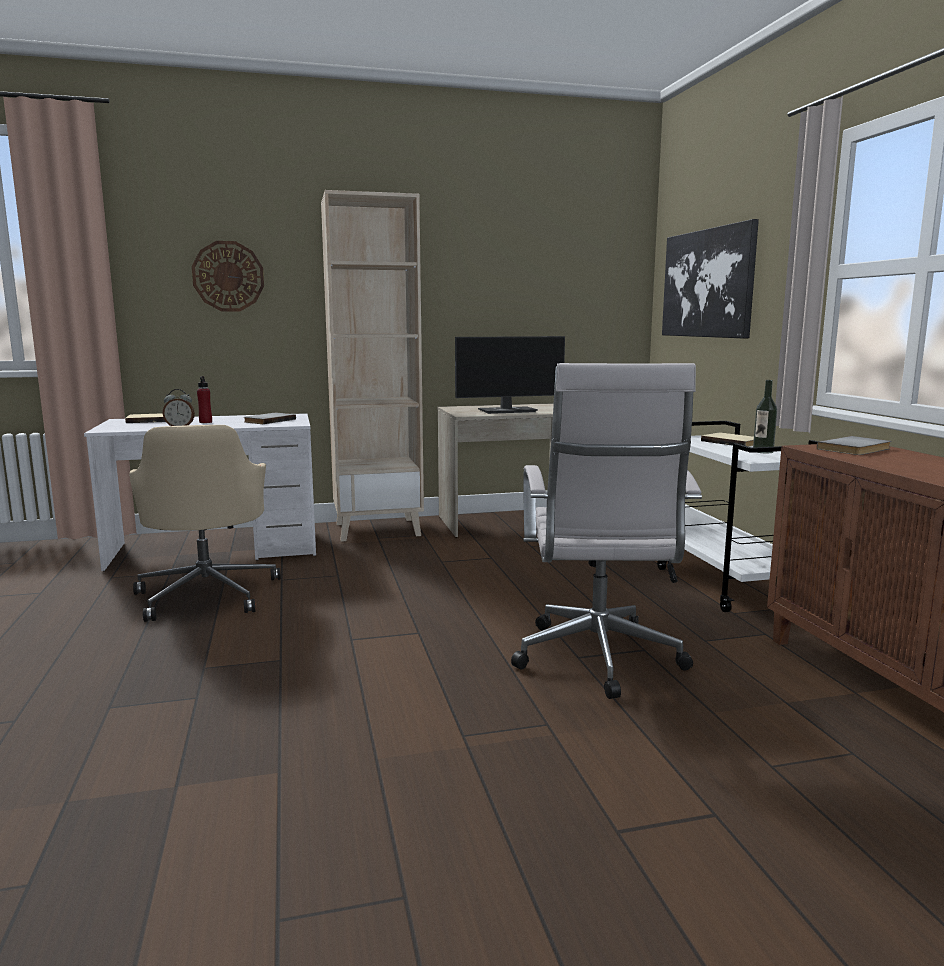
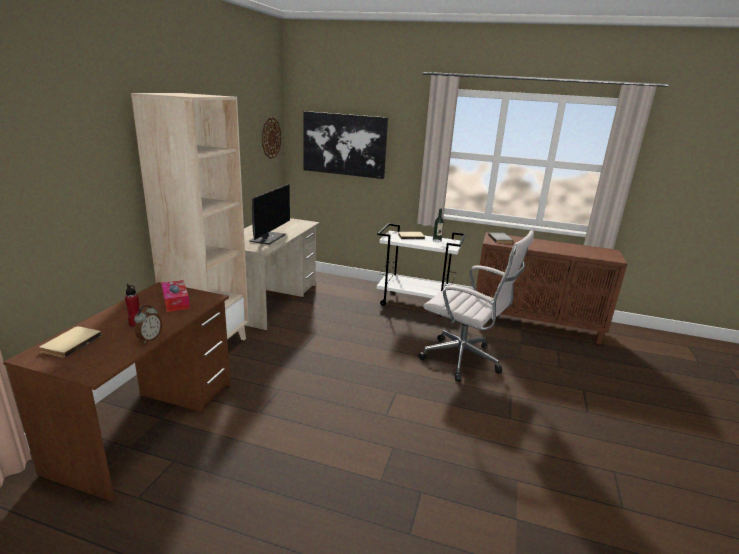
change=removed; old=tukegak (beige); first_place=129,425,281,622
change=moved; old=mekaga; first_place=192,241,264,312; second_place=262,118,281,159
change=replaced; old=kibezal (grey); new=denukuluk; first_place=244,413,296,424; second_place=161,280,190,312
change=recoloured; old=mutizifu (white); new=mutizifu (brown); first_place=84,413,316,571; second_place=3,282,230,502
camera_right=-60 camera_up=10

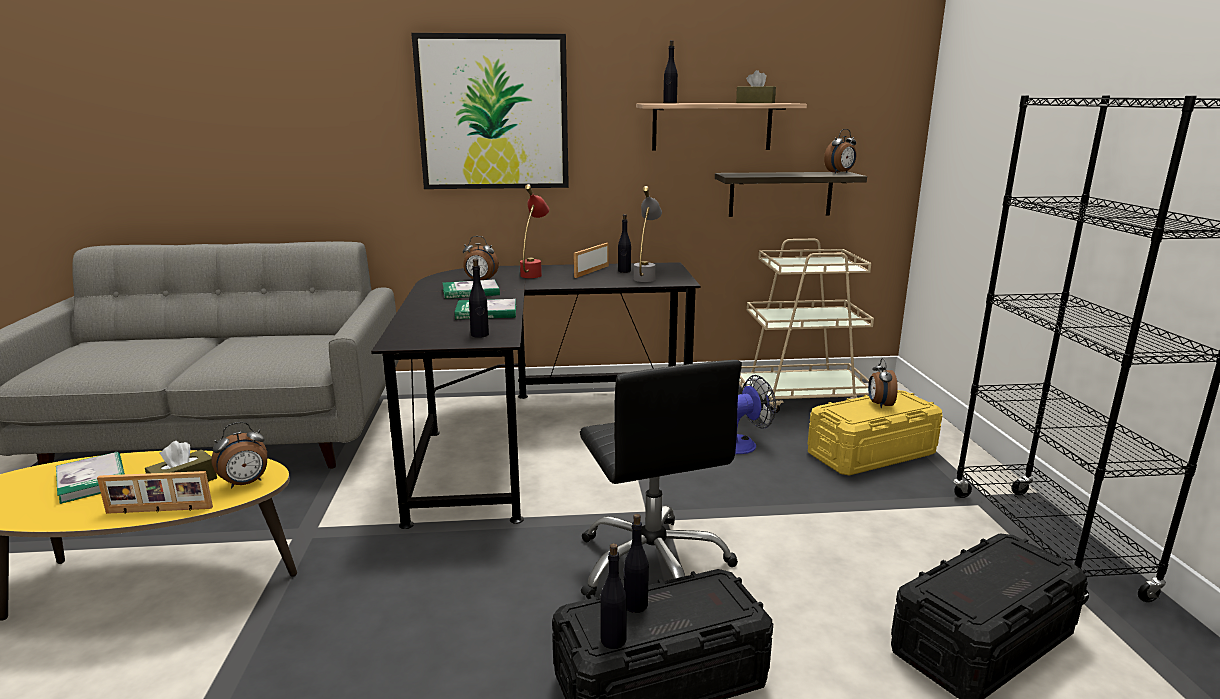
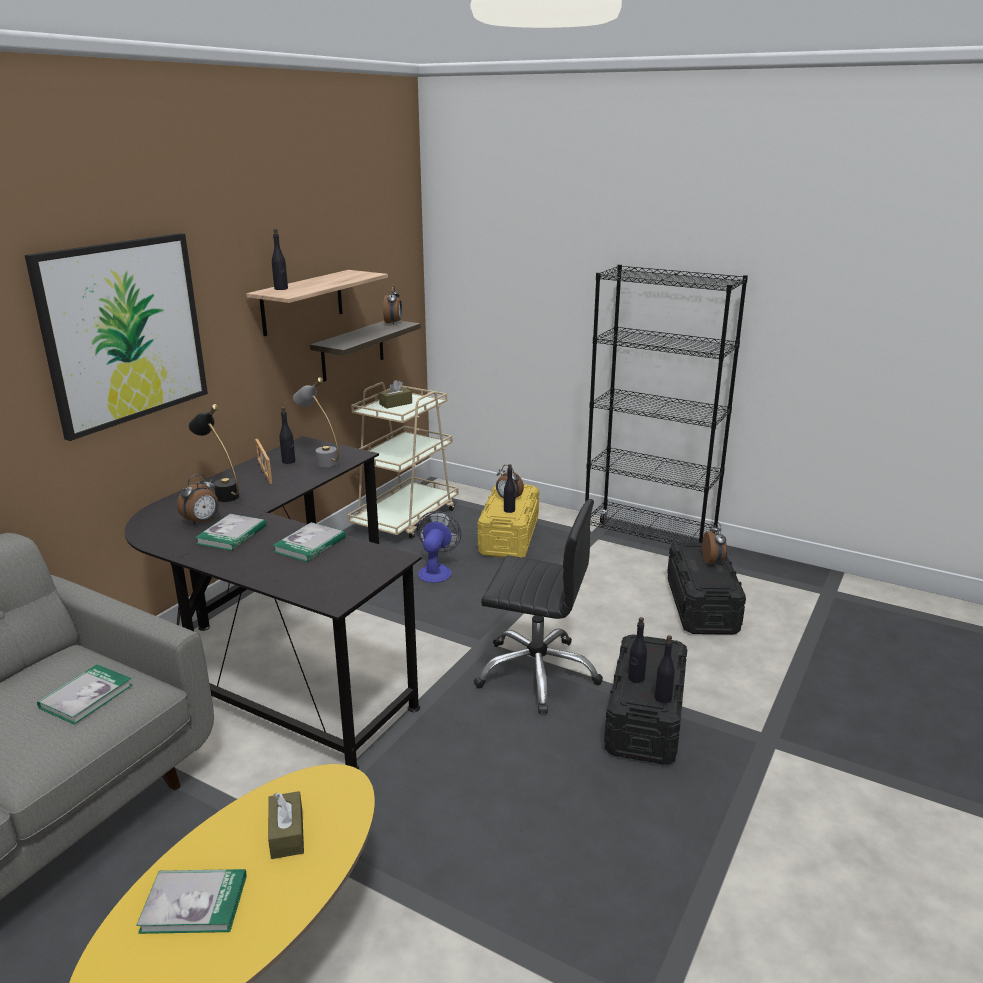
change=removed; old=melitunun; first_place=97,471,213,514
change=added; new=kibezal; second_place=37,664,133,725
change=moved; old=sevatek; first_place=211,422,267,489; second_place=702,522,727,566
change=moved; old=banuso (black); first_place=469,259,489,338; second_place=504,464,516,513
change=moved; old=denukuluk (brown); first_place=736,70,776,103; second_place=379,380,412,408
change=recoloured; old=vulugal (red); new=vulugal (black); first_place=520,184,549,278; second_place=188,404,239,502
camera_right=-55 camera_up=5

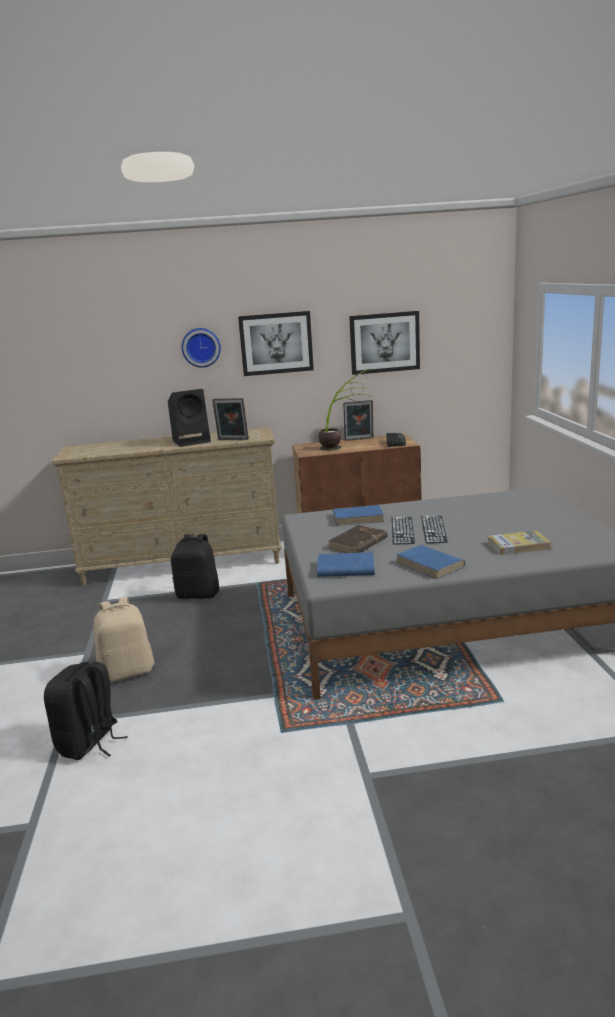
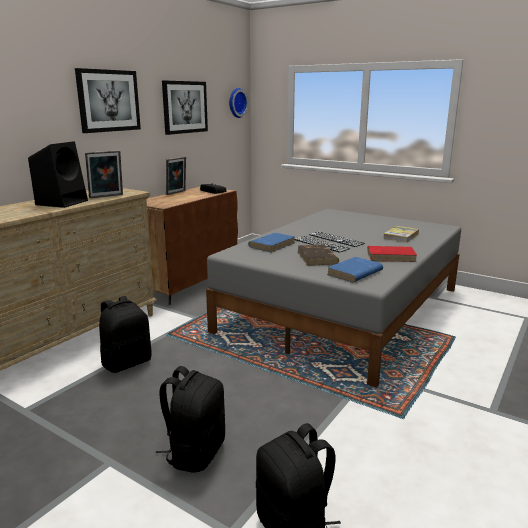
change=removed; old=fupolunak; first_place=319,368,373,451
change=moved; old=mekaga; first_place=182,328,221,368; second_place=229,88,248,118
change=recoloured; old=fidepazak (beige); new=fidepazak (black); first_place=94,597,154,683; second_place=156,366,225,473
change=recoloured; old=kibezal (blue); new=kibezal (red); first_place=396,545,465,579; second_place=367,246,417,262
camera_right=-50 camera_up=0

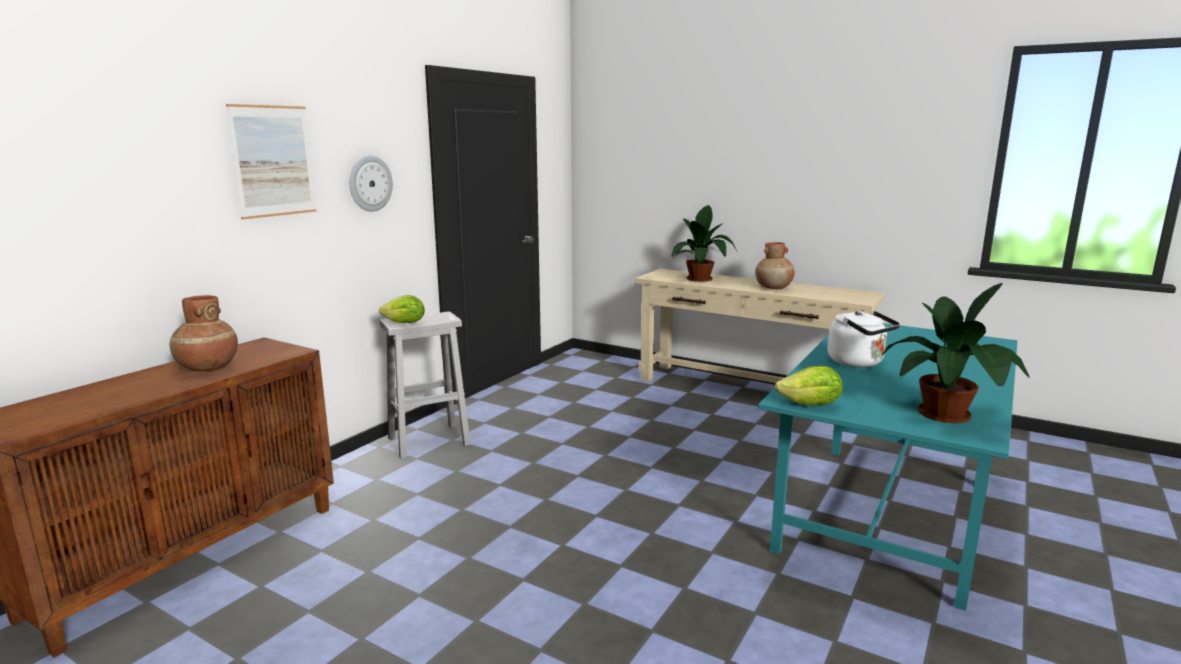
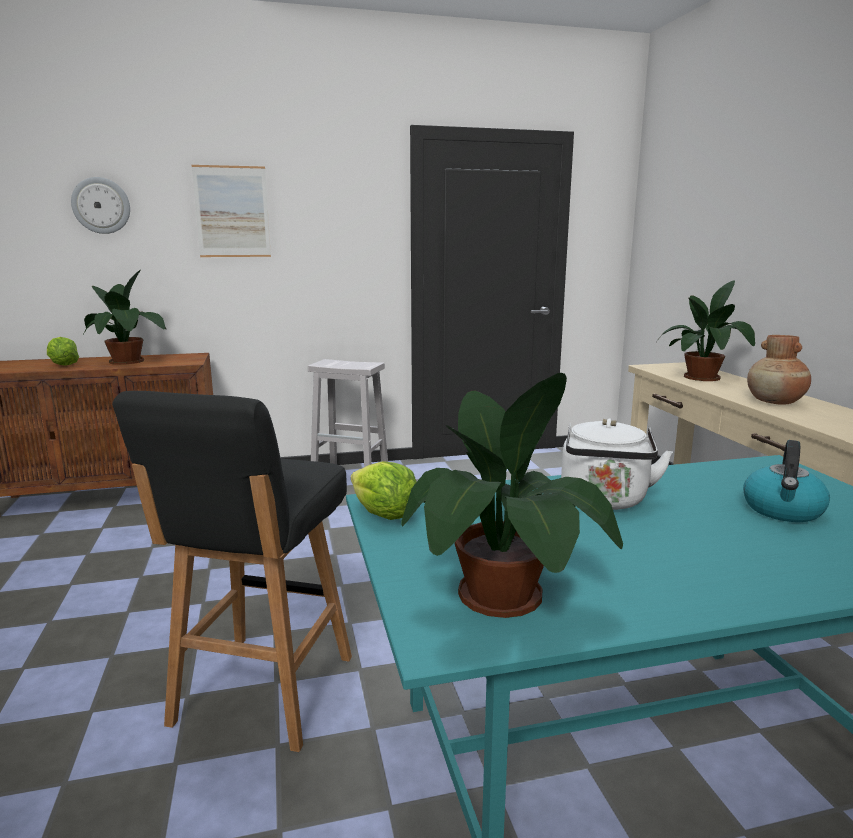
change=added; new=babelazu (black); second_place=112,391,352,752
change=added; new=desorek; second_place=743,440,830,522
change=moved; old=mekaga; first_place=350,156,393,212; second_place=71,177,130,234
change=moved; old=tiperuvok; first_place=379,295,425,323; second_place=47,337,79,366
change=replaced; old=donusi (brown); new=fupolunak; first_place=170,295,238,371; second_place=83,270,166,365
camera_right=45 camera_up=0

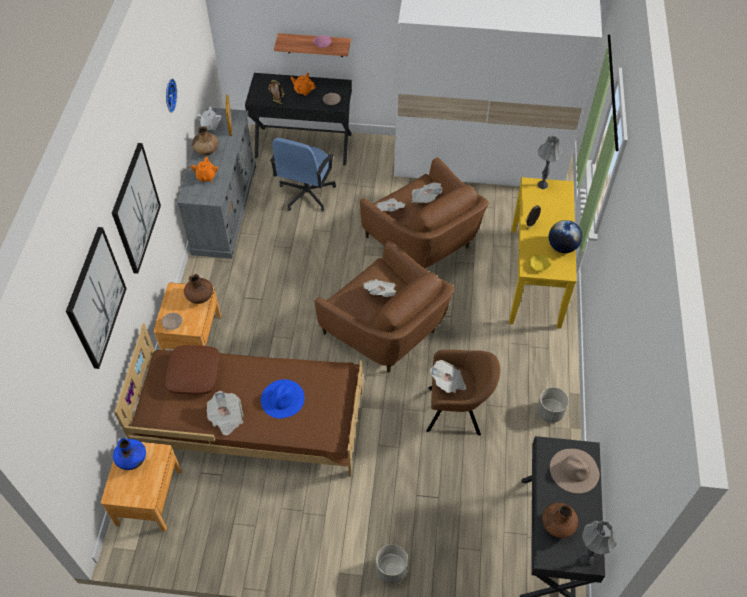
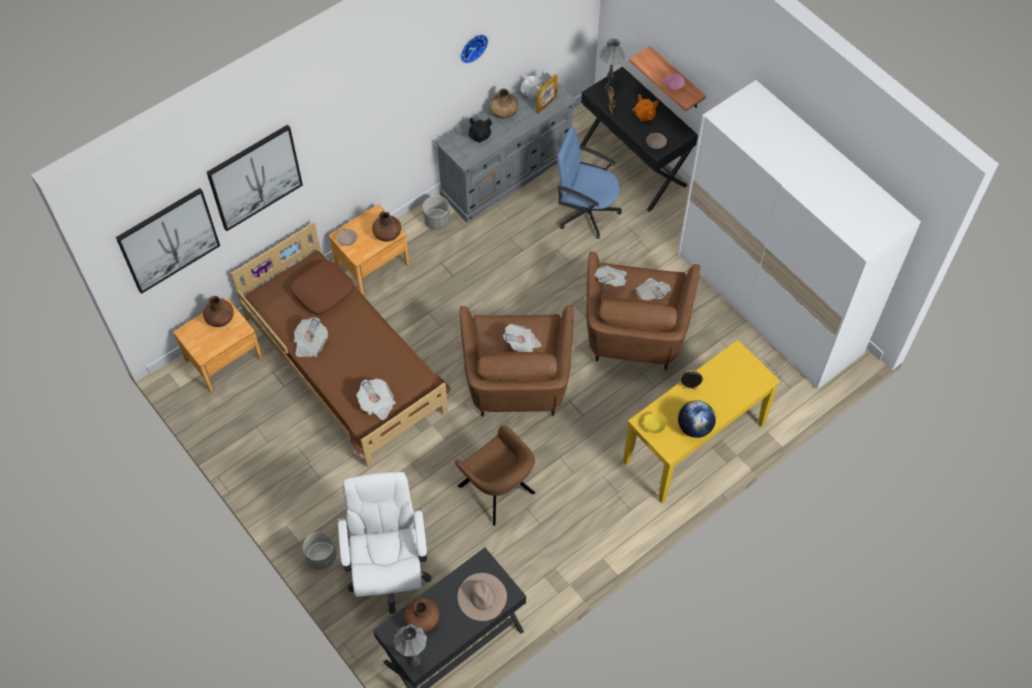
change=removed; old=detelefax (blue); first_place=261,379,304,419
change=added; new=tukegak (white); second_place=338,472,432,614
change=moved; old=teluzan; first_place=112,143,161,274; second_place=116,188,220,294
change=moved; old=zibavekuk; first_place=430,360,466,393; second_place=357,379,396,420
change=moved; old=vulugal (grey); first_place=537,136,563,189; second_place=600,38,626,91
change=moved; old=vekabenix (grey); first_place=537,387,569,423; second_place=423,196,450,230
change=recoloured; old=donusi (blue); new=donusi (brown); first_place=113,438,146,470; second_place=203,296,234,327
change=recoloured; old=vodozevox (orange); new=vodozevox (black); first_place=191,157,218,182; second_place=467,118,492,143
change=turned; old=tukegak (blue); first_place=270,138,336,211; second_place=557,127,622,239; degrees=45
camera_right=45 camera_up=5

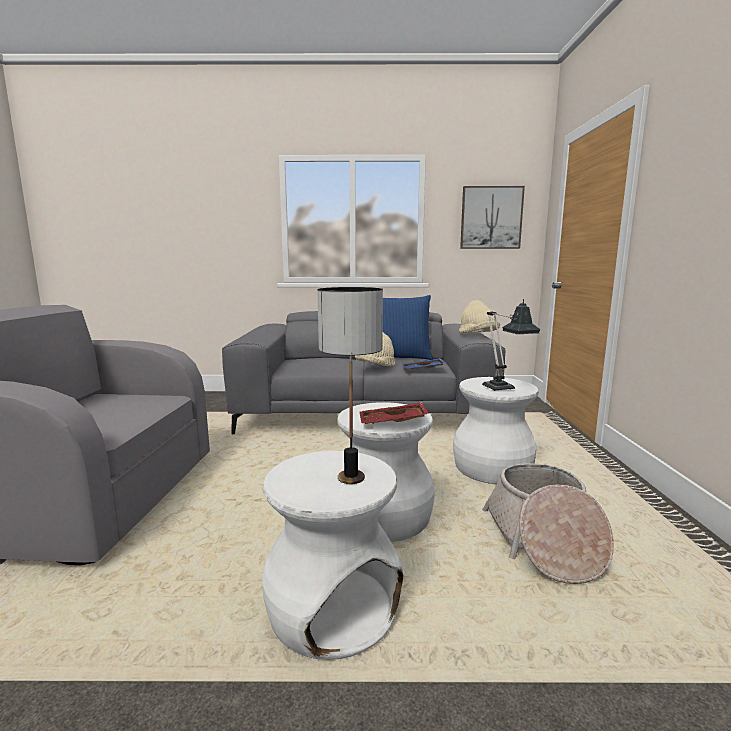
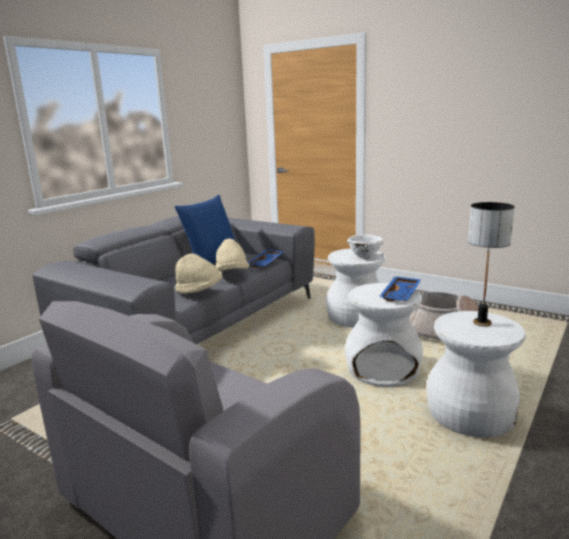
change=removed; old=teluzan; first_place=460,186,525,249
change=moved; old=detelefax (beige); first_place=459,300,500,334; second_place=175,253,223,294
change=replaced; old=vulugal; new=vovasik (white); first_place=482,299,541,391; second_place=347,235,383,259
change=recoloured; old=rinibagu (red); new=rinibagu (blue); first_place=360,402,429,424; second_place=379,276,421,301
camera_right=-55 camera_up=5

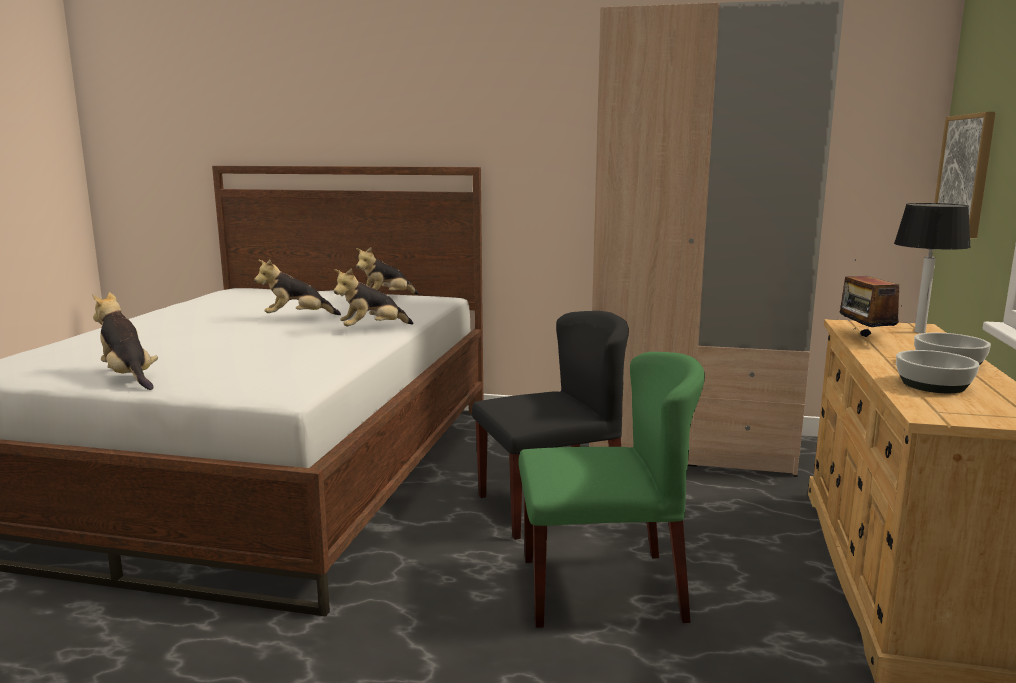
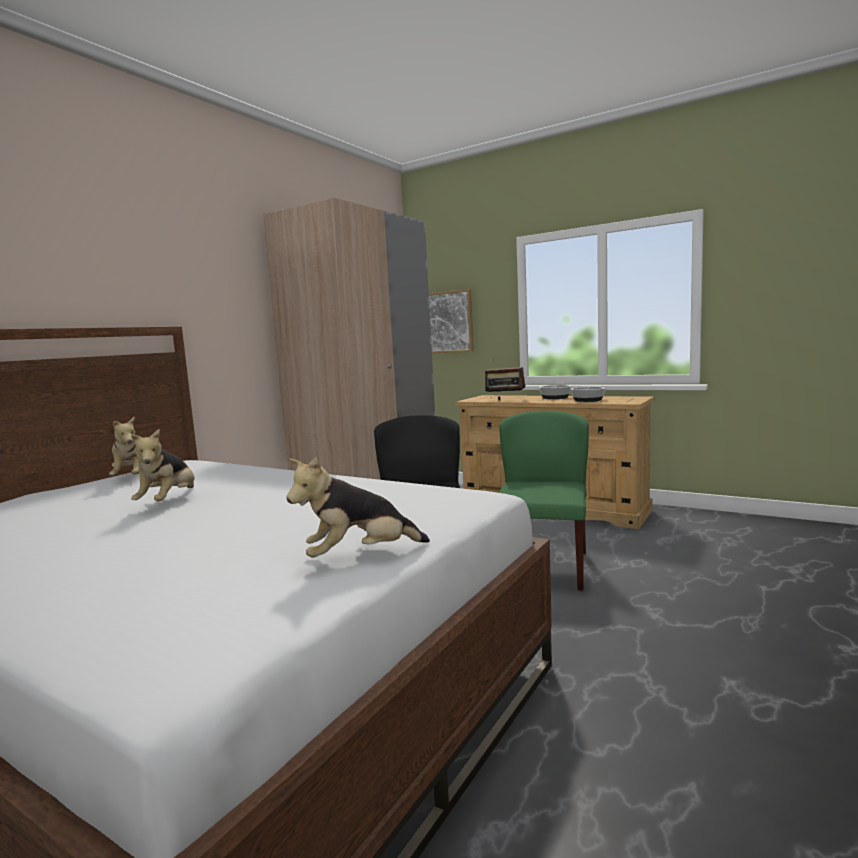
change=removed; old=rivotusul; first_place=334,268,413,326
change=removed; old=vulugal; first_place=894,203,971,333
camera_right=-70 camera_up=-5

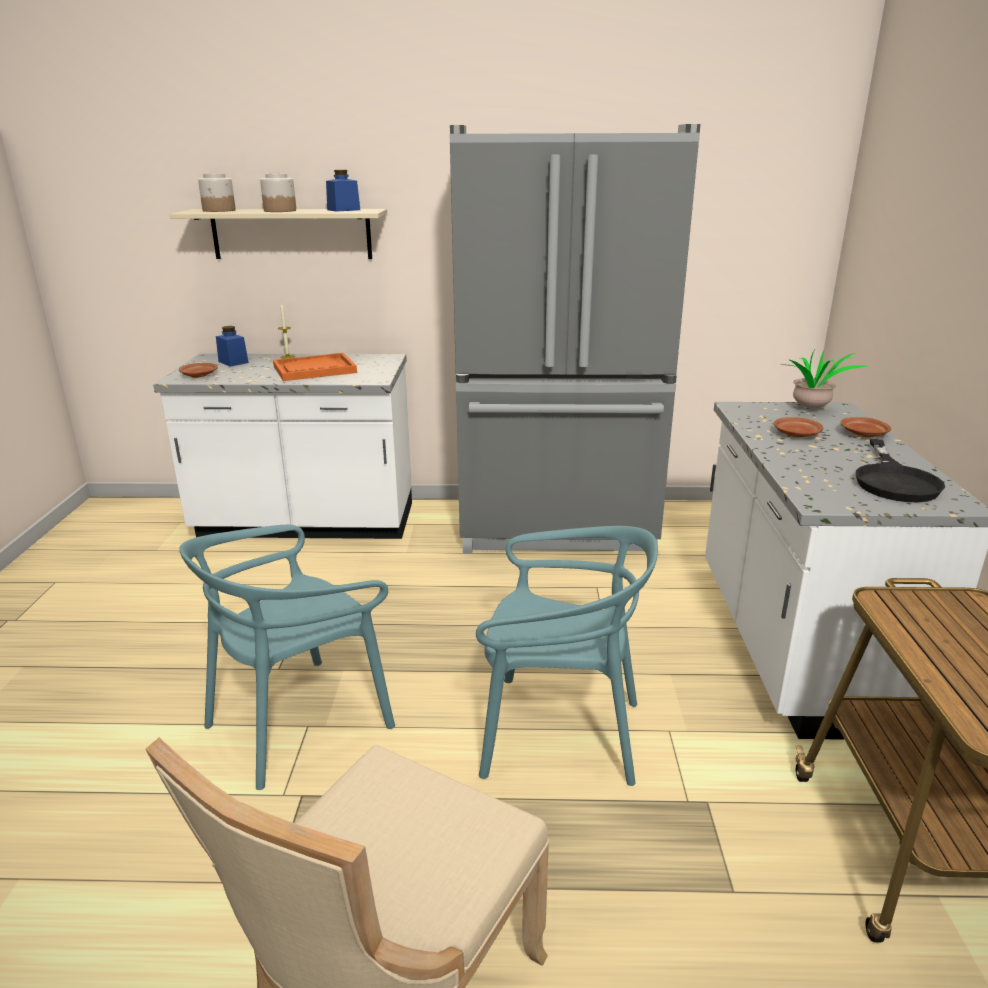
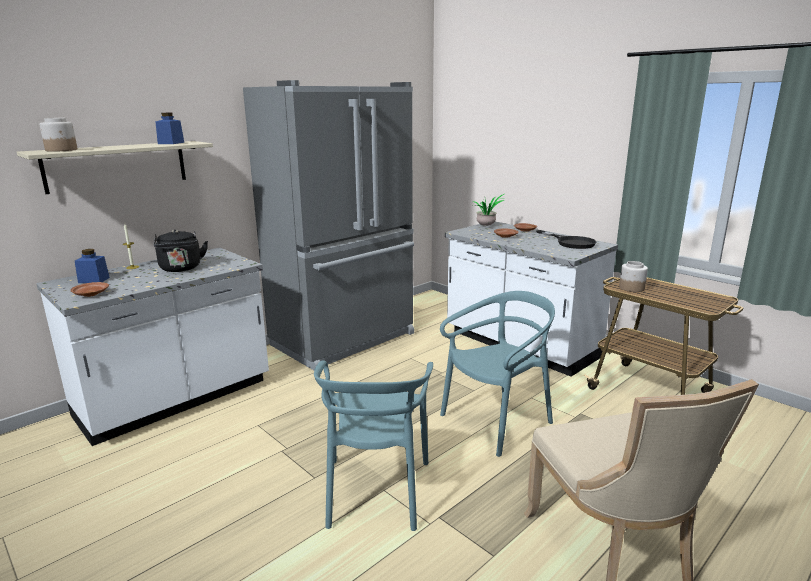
change=moved; old=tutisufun; first_place=260,173,296,212; second_place=619,261,648,292
change=replaced; old=rinibagu (orange); new=desorek (black); first_place=273,353,357,381; second_place=154,230,208,272
camera_right=-45 camera_up=-5

